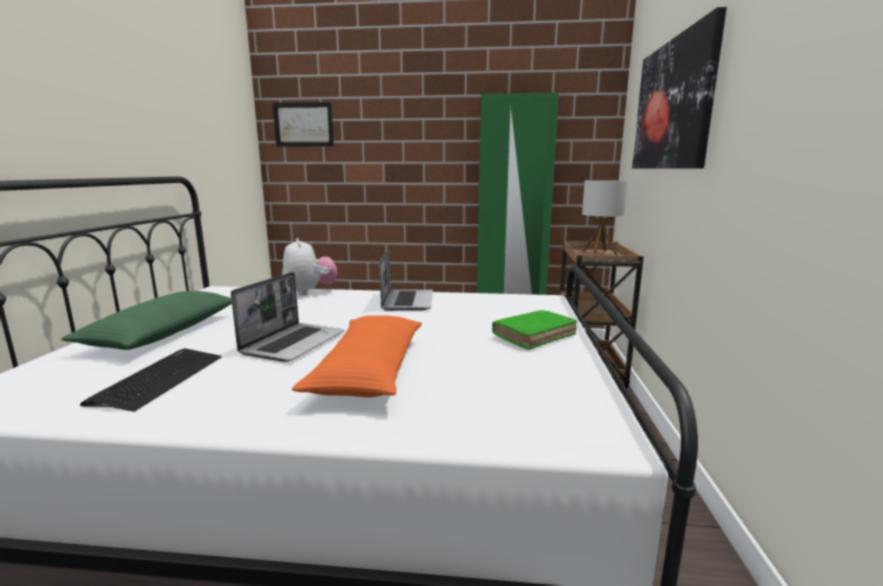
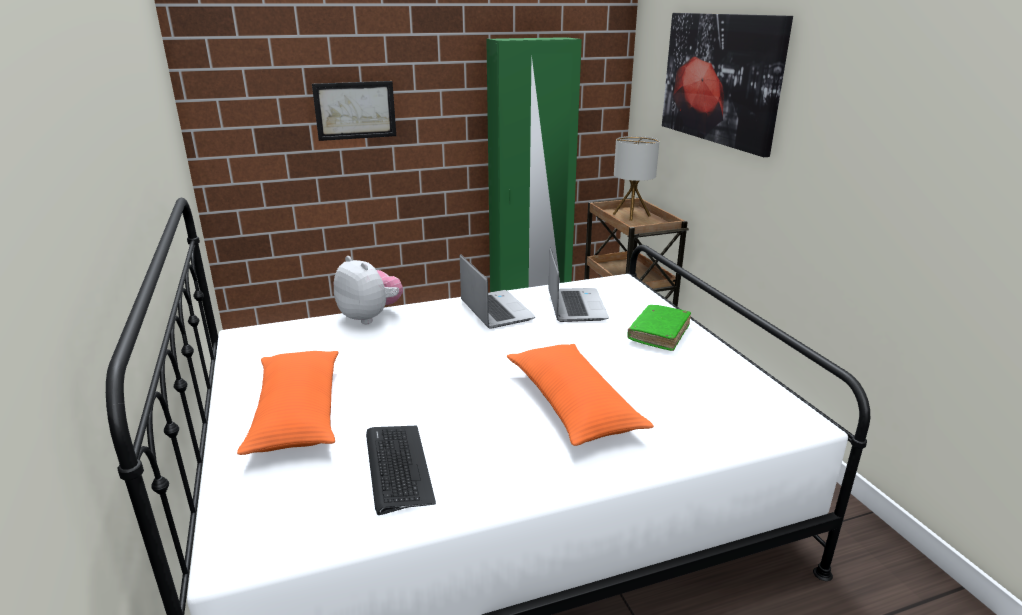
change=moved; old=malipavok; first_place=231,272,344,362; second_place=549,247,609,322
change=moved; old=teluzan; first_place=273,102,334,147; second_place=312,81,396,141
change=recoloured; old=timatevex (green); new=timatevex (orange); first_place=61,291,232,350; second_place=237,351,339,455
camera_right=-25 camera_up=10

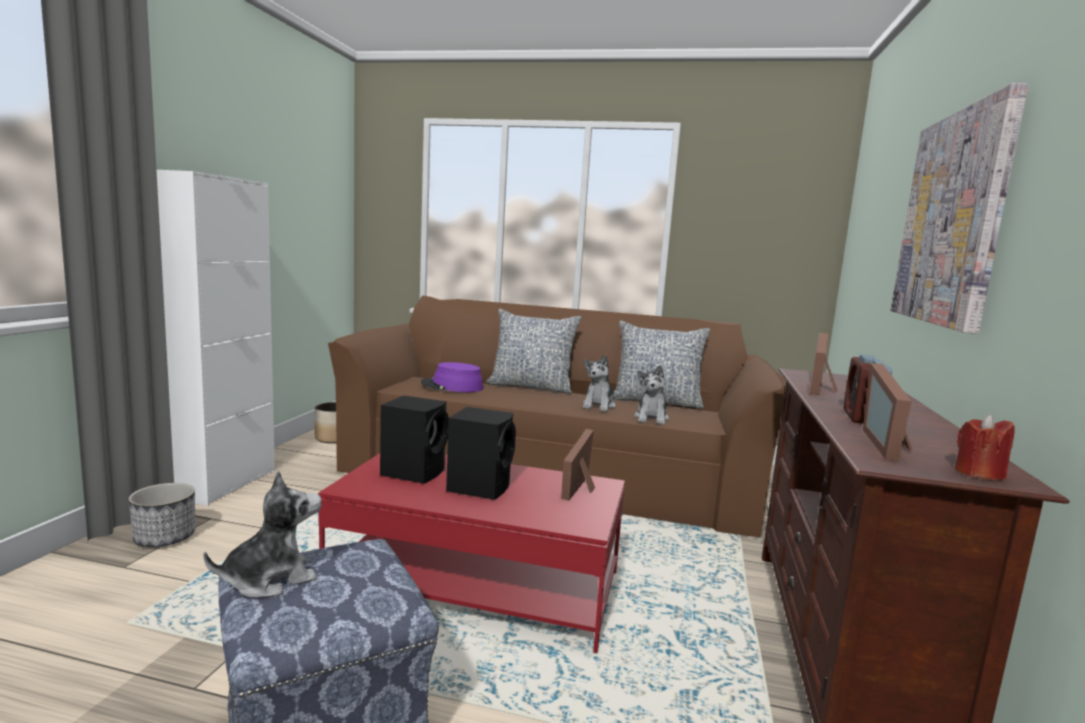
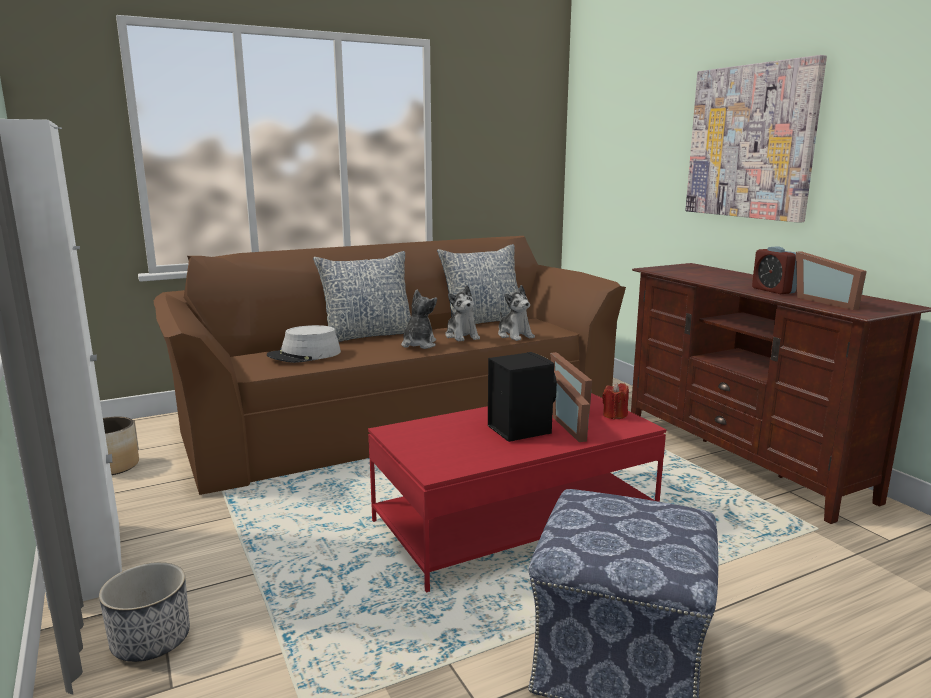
change=removed; old=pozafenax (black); first_place=380,395,449,484
change=moved; old=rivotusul; first_place=204,471,321,598; second_place=401,289,437,349
change=moved; old=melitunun; first_place=810,333,837,396; second_place=552,371,590,442
change=moved; old=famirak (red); first_place=955,415,1014,480; second_place=602,382,629,420
change=recoloured; old=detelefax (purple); new=detelefax (grey); first_place=421,362,483,392; second_place=267,325,341,363
camera_right=-40 camera_up=5

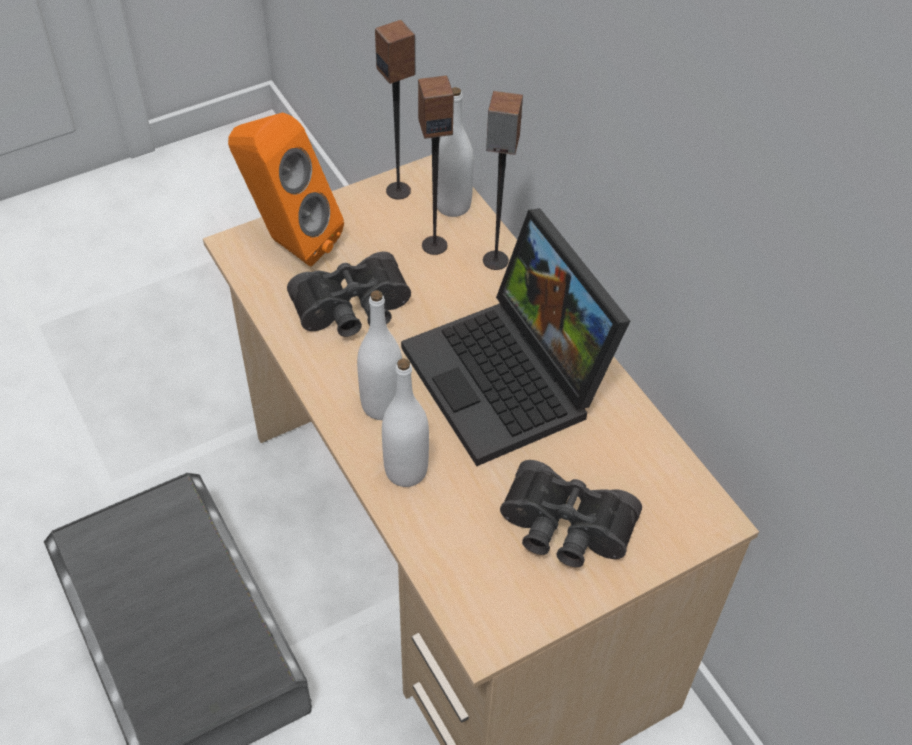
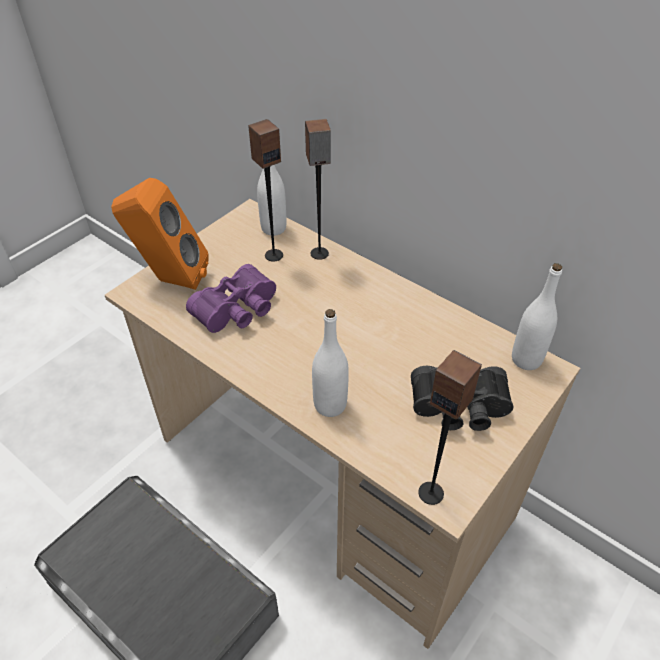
change=removed; old=malipavok; first_place=401,208,630,466
change=moved; old=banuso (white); first_place=357,290,402,420; second_place=512,263,562,370
change=moved; old=pozafenax; first_place=375,20,416,200; second_place=418,350,482,505
change=recoloured; old=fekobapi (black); new=fekobapi (purple); first_place=287,252,411,337; second_place=186,264,276,333
camera_right=-20 camera_up=-5

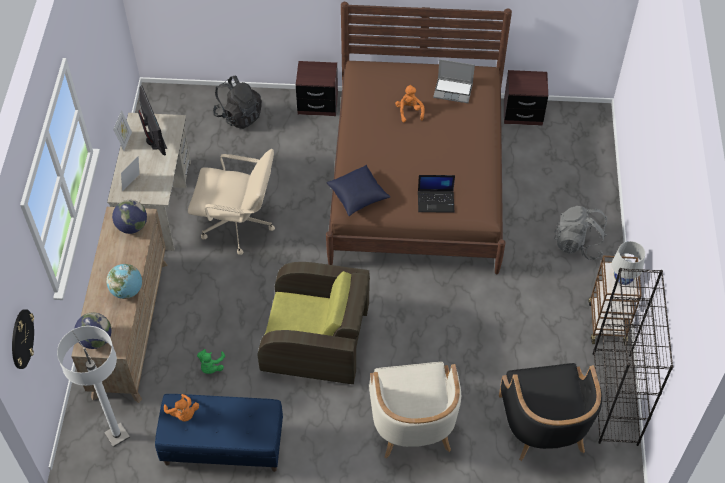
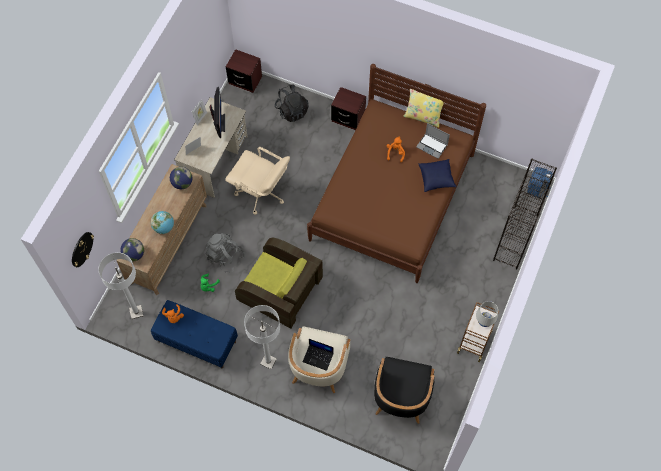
change=added; new=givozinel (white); second_place=244,305,280,369
change=added; new=timatevex (yellow); second_place=403,89,444,128
change=added; new=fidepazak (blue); second_place=527,167,553,198
change=moved; old=timatevex (blue); first_place=327,165,390,216; second_place=419,159,457,192
change=moved; old=malipavok; first_place=418,175,455,212; second_place=303,339,333,371
change=moved; old=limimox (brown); first_place=504,70,548,126; second_place=226,49,262,93
change=moved; old=fidepazak (grey); first_place=554,206,607,260; second_place=206,233,244,272
change=moved; old=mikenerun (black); first_place=593,268,674,446; second_place=493,158,557,270
camera_right=20 camera_up=10

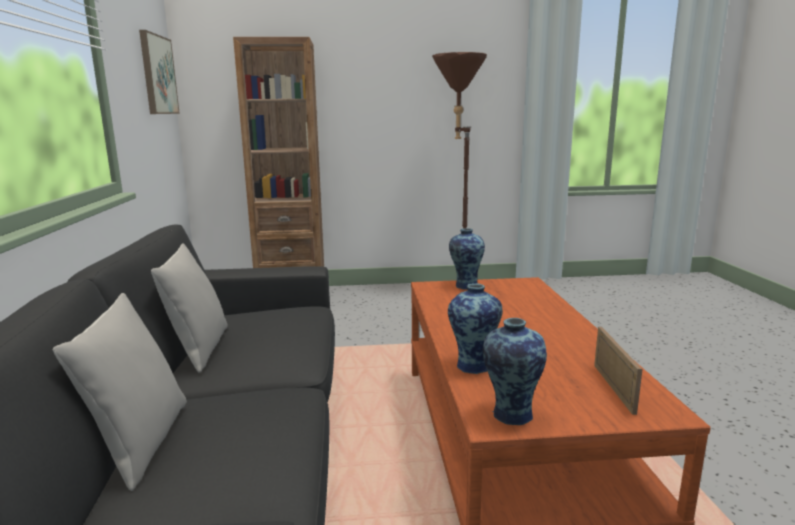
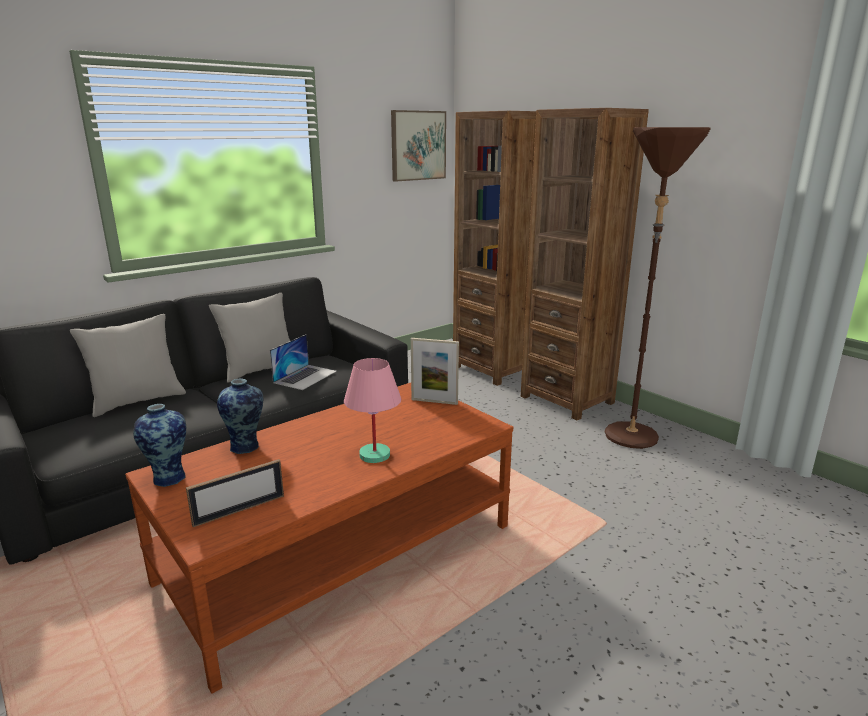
change=added; new=malipavok; second_place=270,334,337,390
change=added; new=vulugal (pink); second_place=344,358,401,463
change=added; new=mikenerun (brown); second_place=521,108,649,420
change=replaced; old=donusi; new=melitunun; first_place=449,228,485,289; second_place=411,338,459,405
camera_right=55 camera_up=5

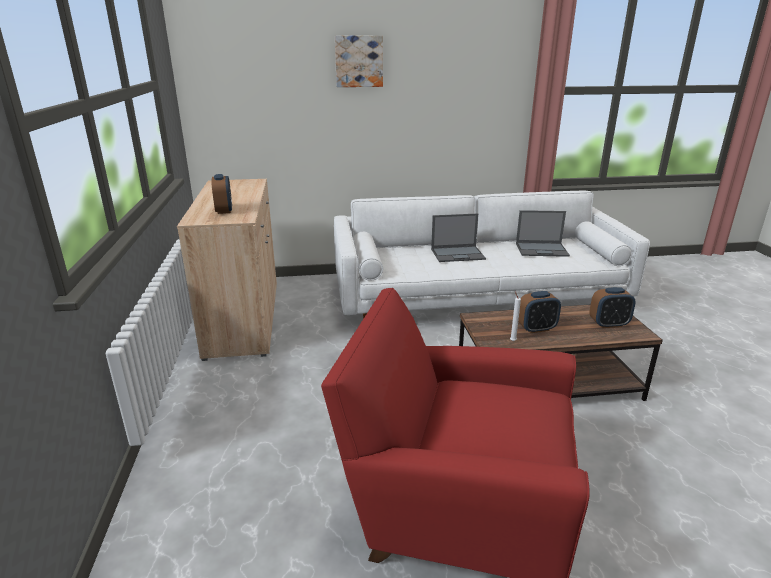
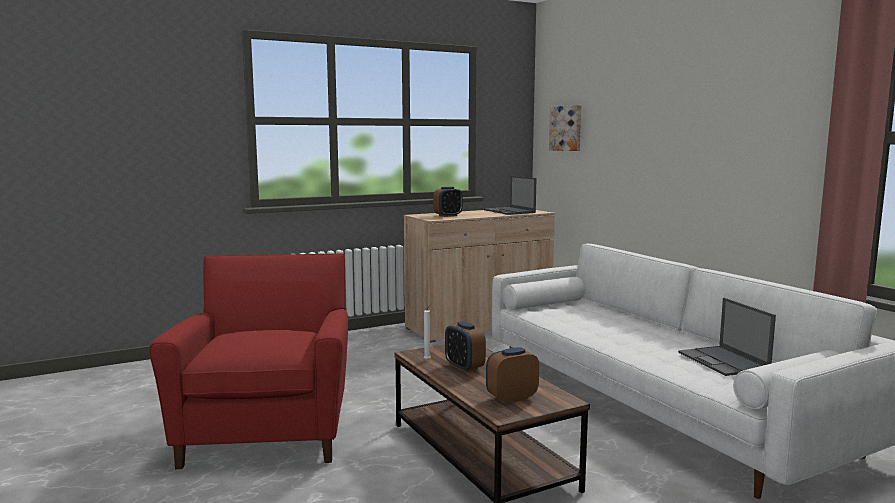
change=moved; old=teluzan; first_place=335,36,383,87; second_place=549,105,581,151
change=moved; old=malipavok; first_place=431,213,486,262; second_place=484,176,537,215
change=turned; old=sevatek; first_place=589,287,636,328; second_place=486,347,539,404; degrees=90
camera_right=70 camera_up=-15

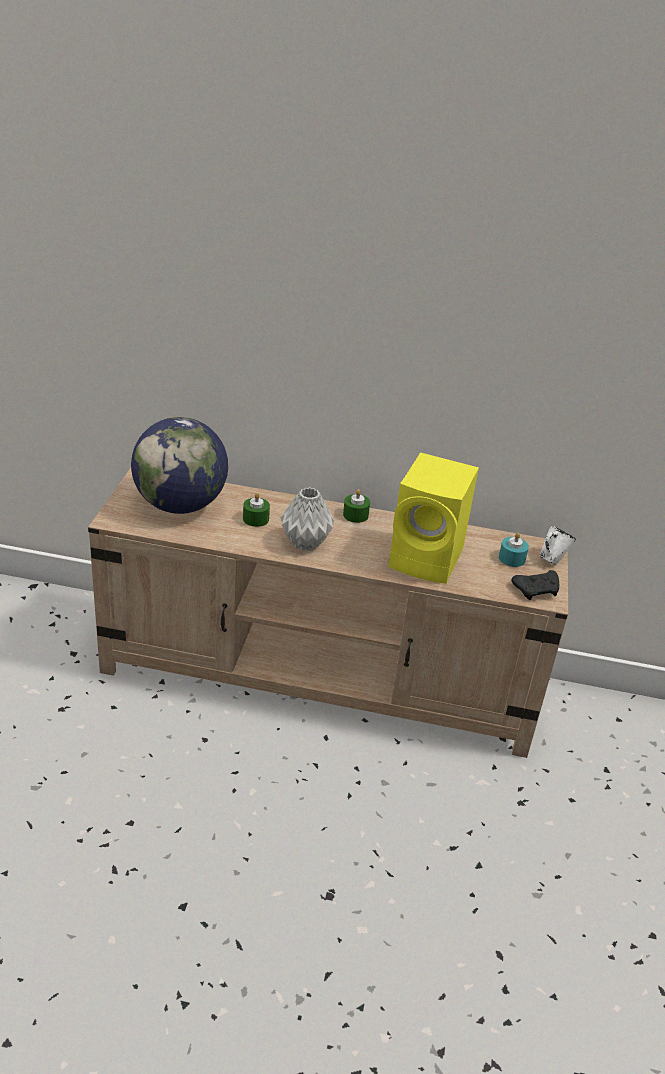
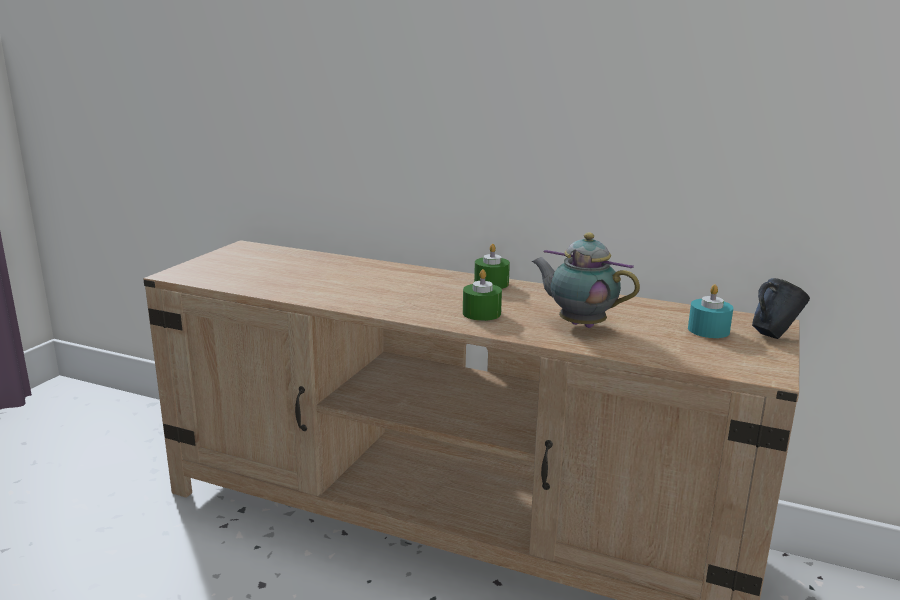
change=removed; old=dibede; first_place=131,417,228,514
change=removed; old=donusi (grey); first_place=281,487,334,551
change=removed; old=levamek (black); first_place=511,570,559,600
change=moved; old=famirak (green); first_place=243,493,270,527; second_place=463,269,502,321
change=replaced; old=pozafenax (yellow); new=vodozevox; first_place=388,452,479,584; second_place=532,232,640,328
change=recoloured; old=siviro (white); new=siviro (blue); first_place=540,526,576,565; second_place=752,278,810,339
camera_right=15 camera_up=-15

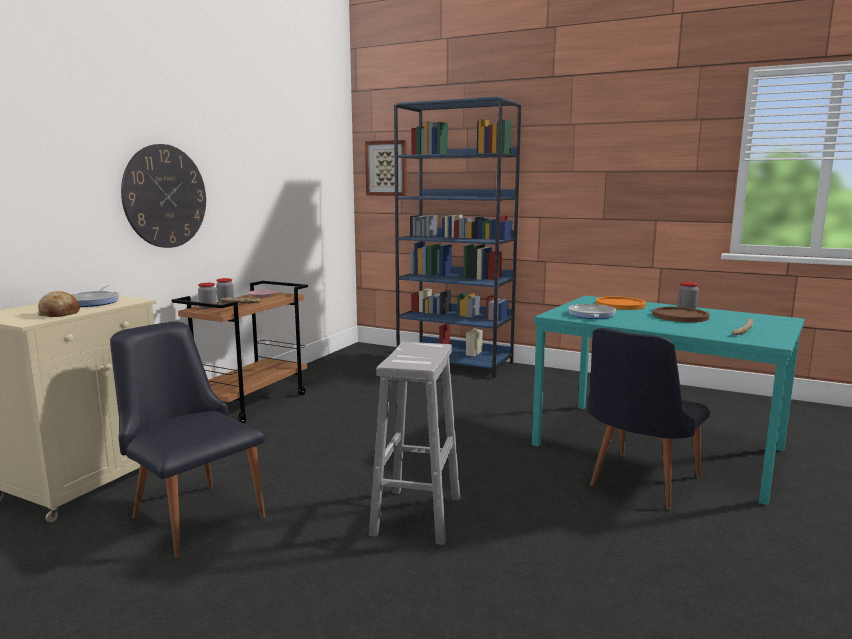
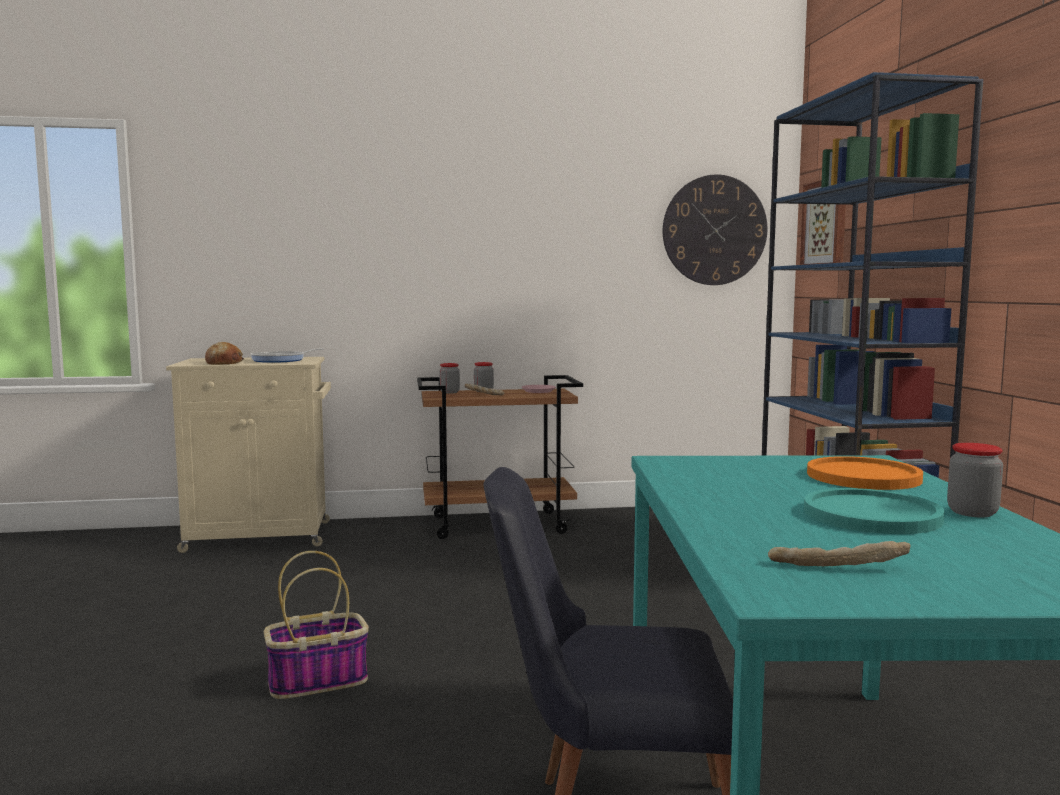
change=removed; old=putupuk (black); first_place=110,321,265,558
change=removed; old=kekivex; first_place=568,304,616,319
change=moved; old=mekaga; first_place=121,144,206,248; second_place=663,174,767,285
change=replaced; old=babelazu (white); new=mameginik; first_place=369,342,460,545; second_place=264,551,369,699
change=recoloured; old=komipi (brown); new=komipi (turquoise); first_place=653,307,709,322; second_place=804,488,944,534
camera_right=55 camera_up=-5

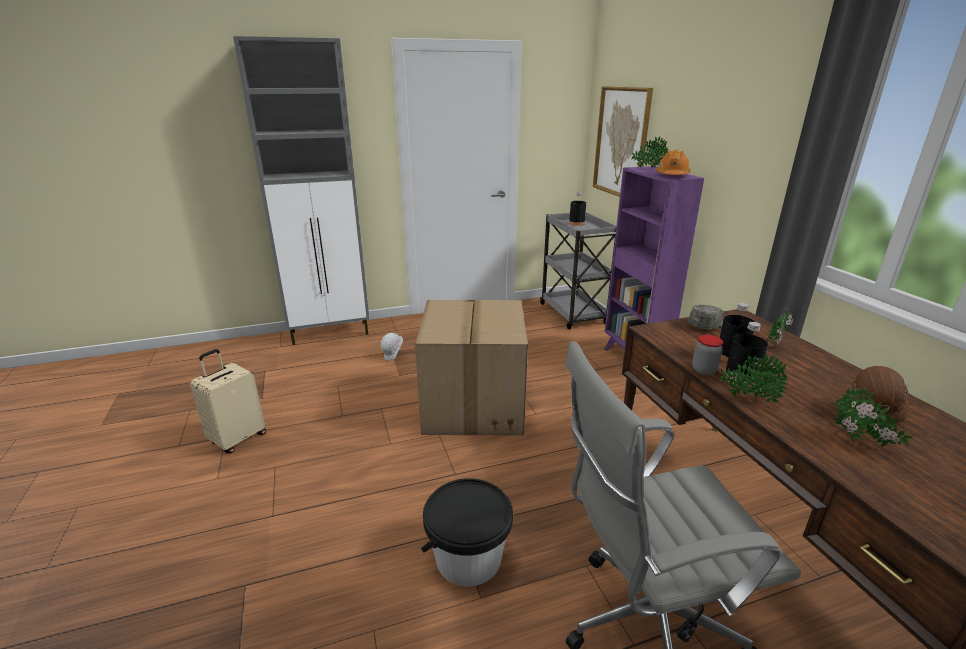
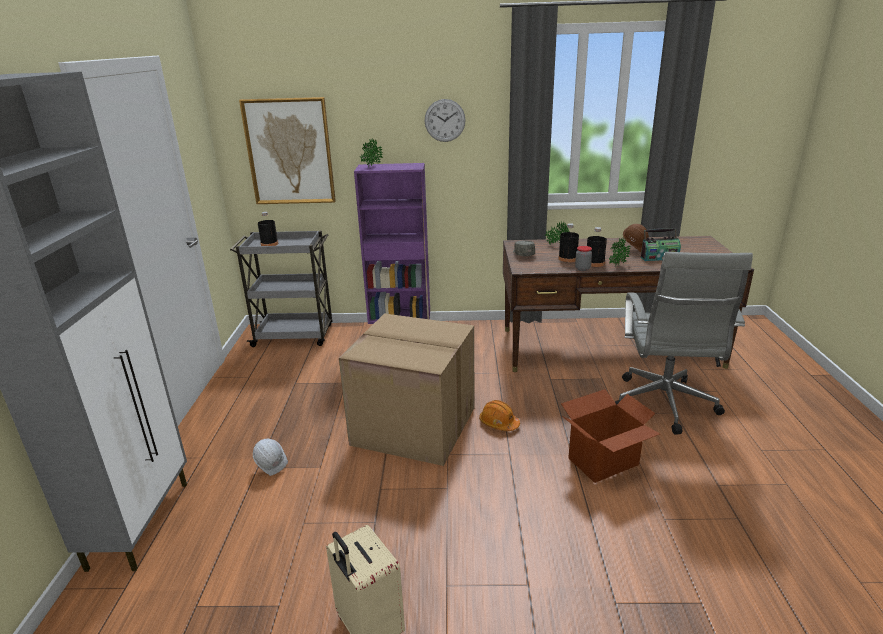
change=added; new=mekaga; second_place=425,99,466,142
change=moved; old=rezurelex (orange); first_place=656,149,691,175; second_place=479,400,520,431
change=replaced; old=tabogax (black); new=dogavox; first_place=421,478,513,587; second_place=561,389,660,483
change=replaced; old=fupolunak; new=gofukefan; first_place=834,387,913,447; second_place=641,228,681,261
camera_right=-70 camera_up=0

